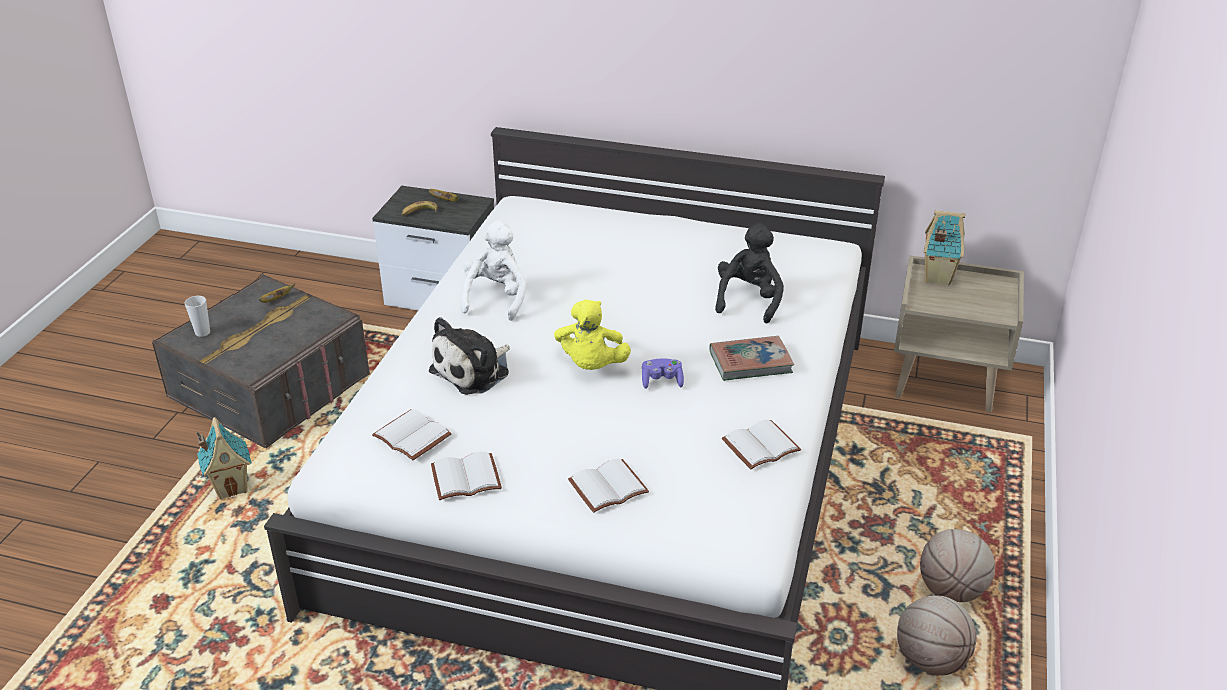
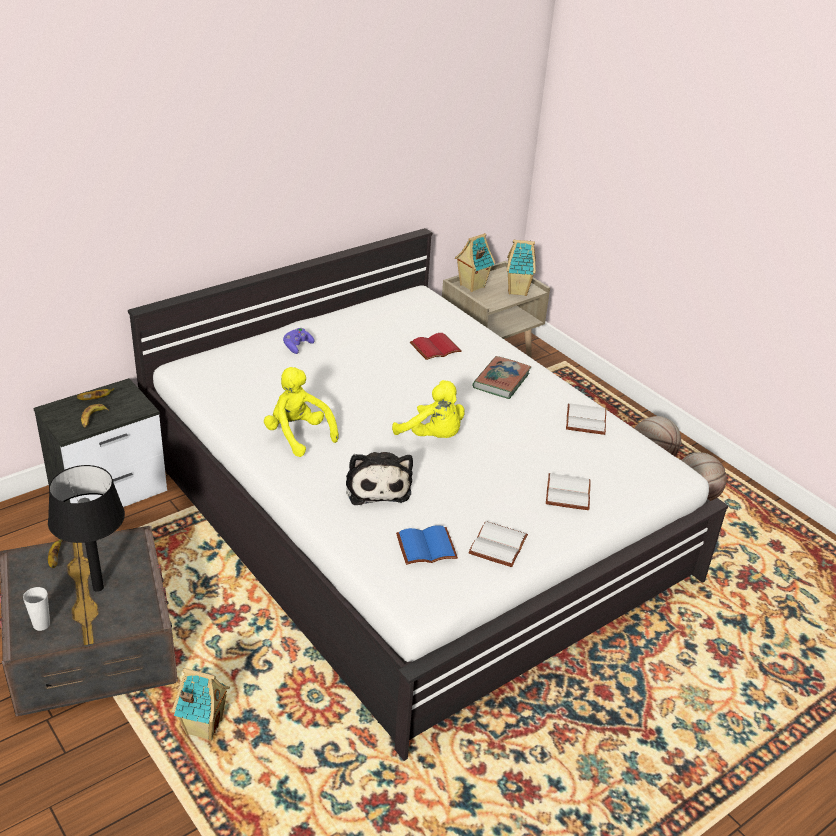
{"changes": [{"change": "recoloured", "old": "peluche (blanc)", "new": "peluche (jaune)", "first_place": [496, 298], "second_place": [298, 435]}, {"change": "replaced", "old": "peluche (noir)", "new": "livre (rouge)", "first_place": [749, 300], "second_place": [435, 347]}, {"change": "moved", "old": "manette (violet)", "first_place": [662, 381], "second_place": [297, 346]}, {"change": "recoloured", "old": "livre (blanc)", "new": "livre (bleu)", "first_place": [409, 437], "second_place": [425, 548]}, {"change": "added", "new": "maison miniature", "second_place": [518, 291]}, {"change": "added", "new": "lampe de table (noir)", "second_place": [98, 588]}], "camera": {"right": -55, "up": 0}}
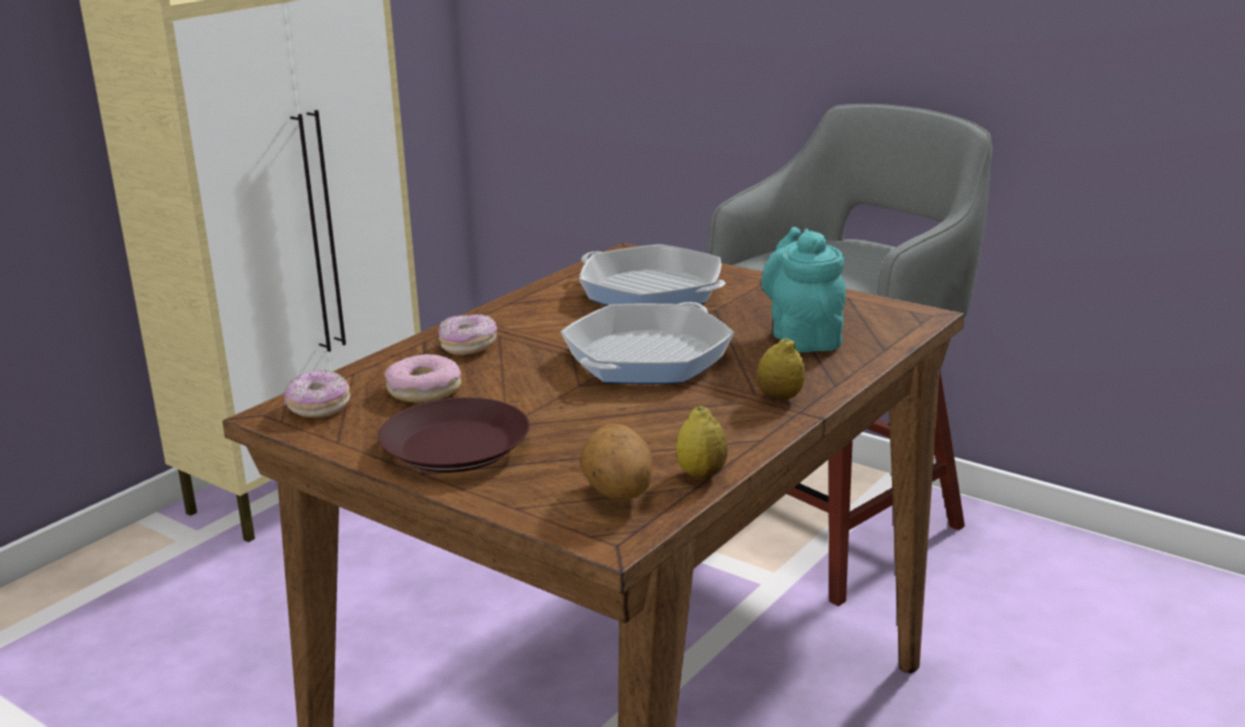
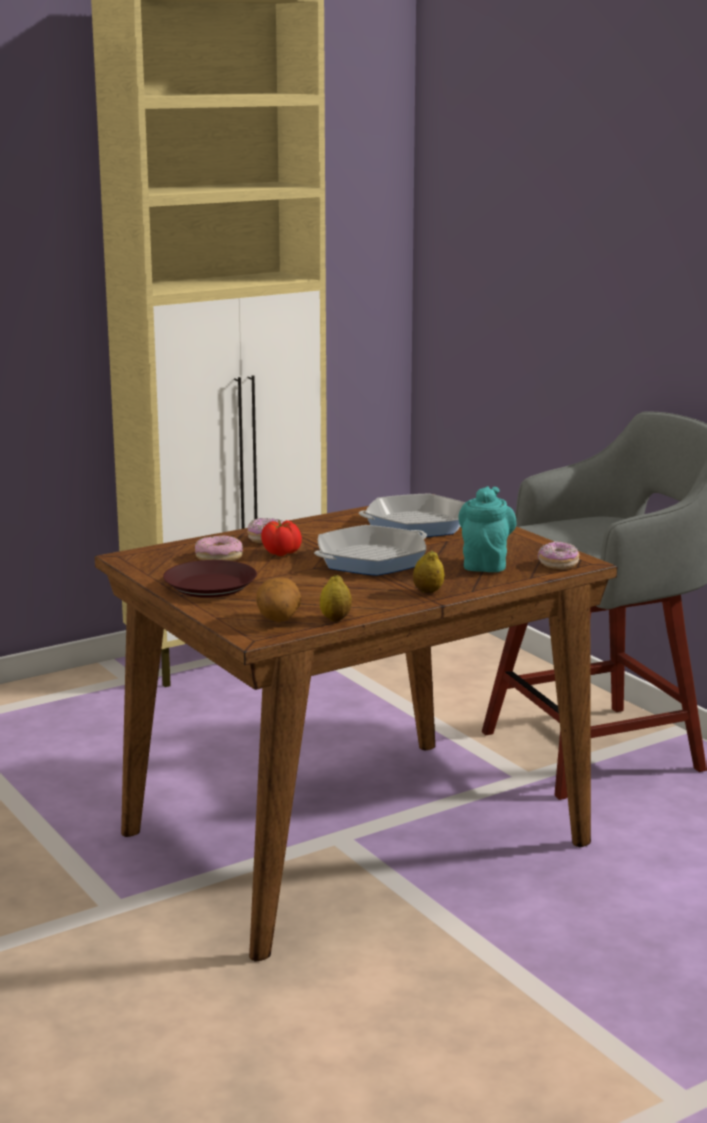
{"changes": [{"change": "turned", "old": "poêle", "first_place": [651, 290], "second_place": [417, 524], "degrees": -75}, {"change": "moved", "old": "beignet", "first_place": [318, 407], "second_place": [558, 564]}, {"change": "added", "new": "tomate", "second_place": [282, 553]}], "camera": {"right": 20, "up": -5}}
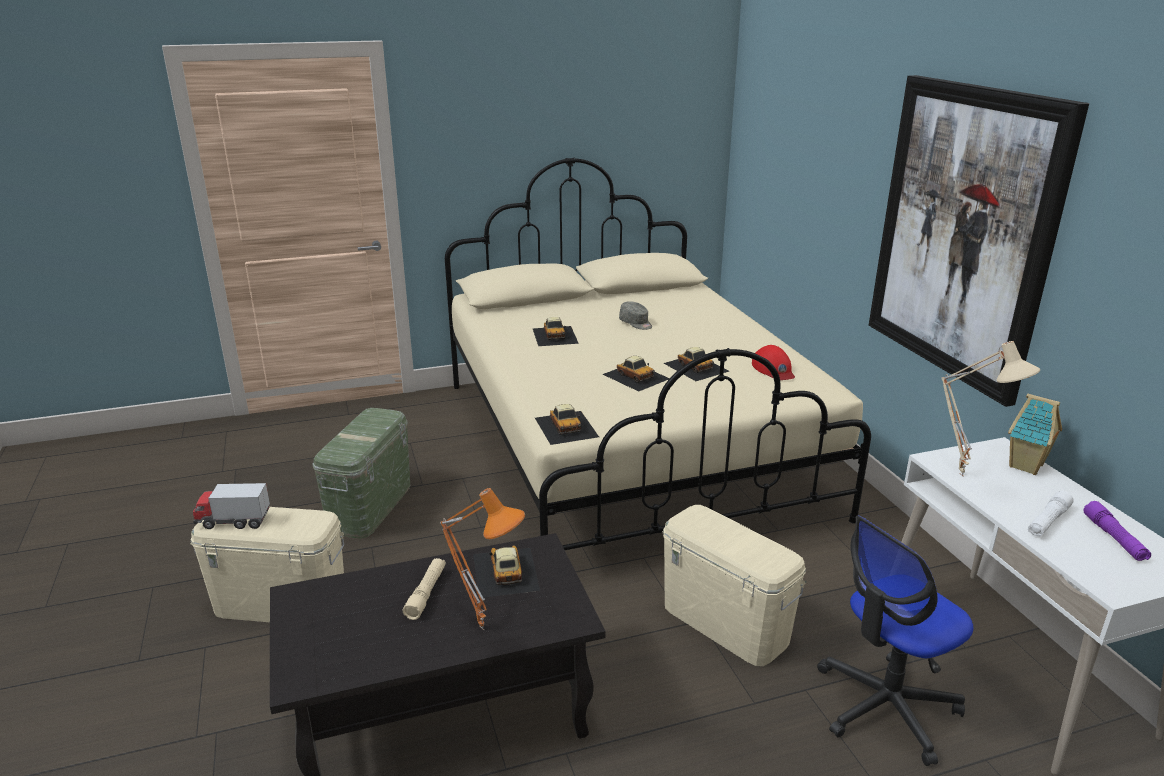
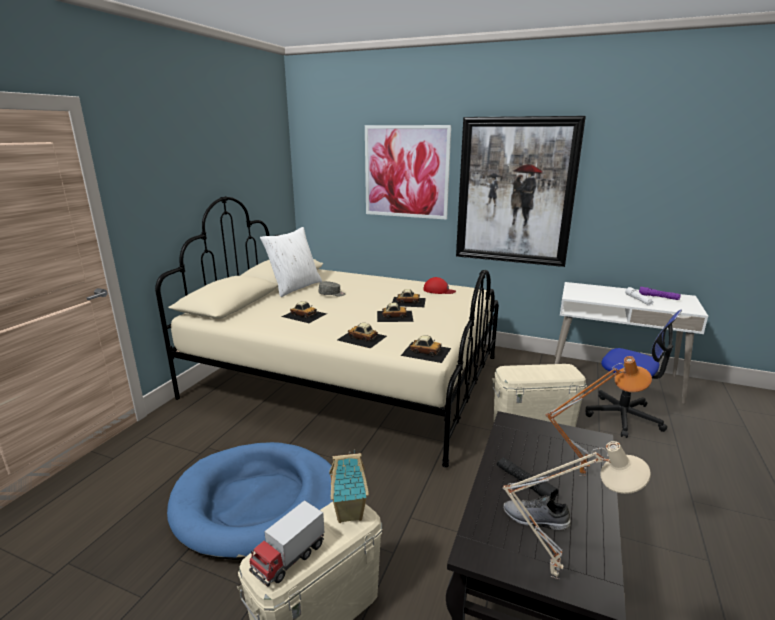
{"changes": [{"change": "moved", "old": "lampe de table (beige)", "first_place": [963, 474], "second_place": [555, 575]}, {"change": "moved", "old": "maison miniature", "first_place": [1027, 466], "second_place": [350, 513]}, {"change": "replaced", "old": "boîte de rangement (vert)", "new": "panier pour chien (bleu)", "first_place": [370, 507], "second_place": [258, 502]}, {"change": "turned", "old": "chaise de bureau", "first_place": [886, 706], "second_place": [623, 417], "degrees": -60}, {"change": "moved", "old": "petite voiture", "first_place": [505, 572], "second_place": [362, 338]}, {"change": "recoloured", "old": "lampe de poche (beige)", "new": "lampe de poche (noir)", "first_place": [426, 593], "second_place": [525, 483]}, {"change": "added", "new": "tableau", "second_place": [406, 172]}, {"change": "added", "new": "coussin (blanc)", "second_place": [295, 287]}, {"change": "added", "new": "chaussure (gris)", "second_place": [535, 520]}], "camera": {"right": -50, "up": -5}}
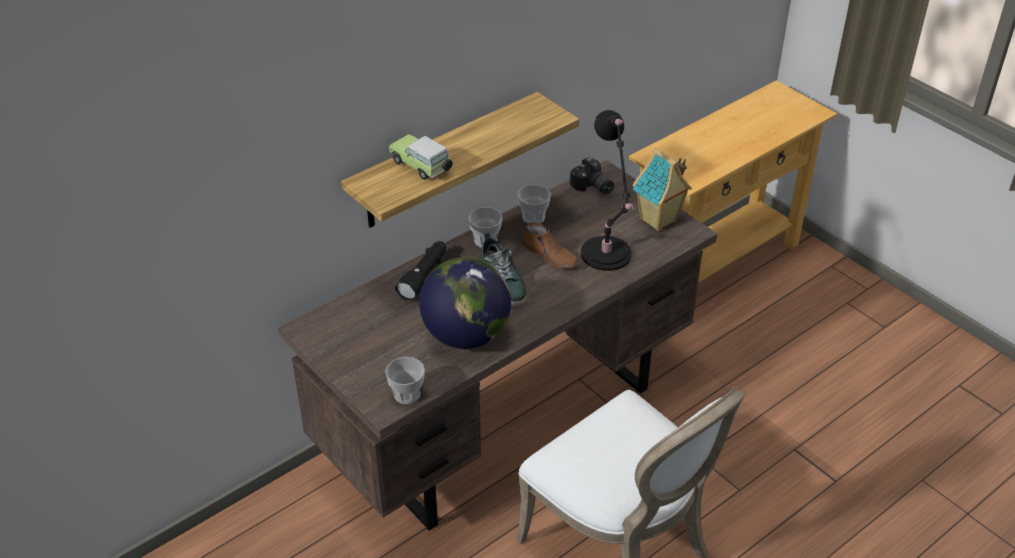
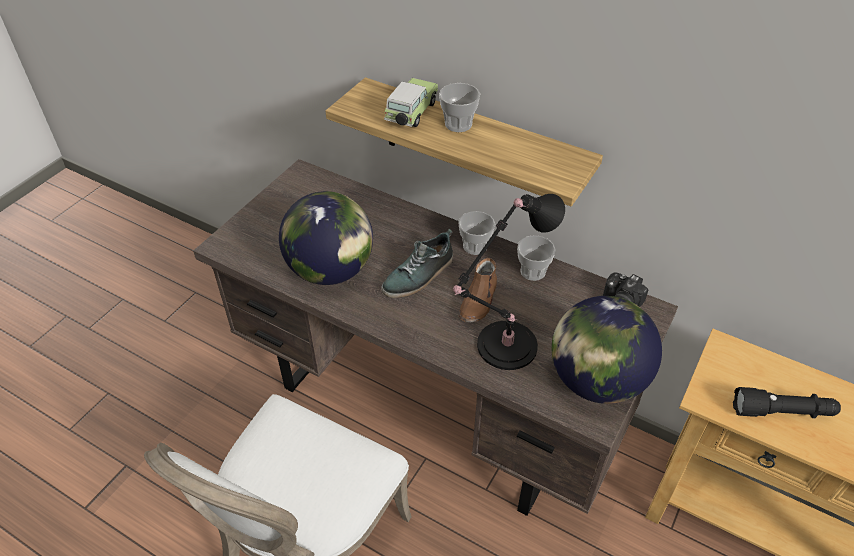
{"changes": [{"change": "replaced", "old": "maison miniature", "new": "globe", "first_place": [658, 221], "second_place": [596, 381]}, {"change": "moved", "old": "lampe de poche (noir)", "first_place": [424, 276], "second_place": [782, 412]}, {"change": "moved", "old": "tasse", "first_place": [407, 394], "second_place": [458, 124]}], "camera": {"right": 70, "up": 5}}
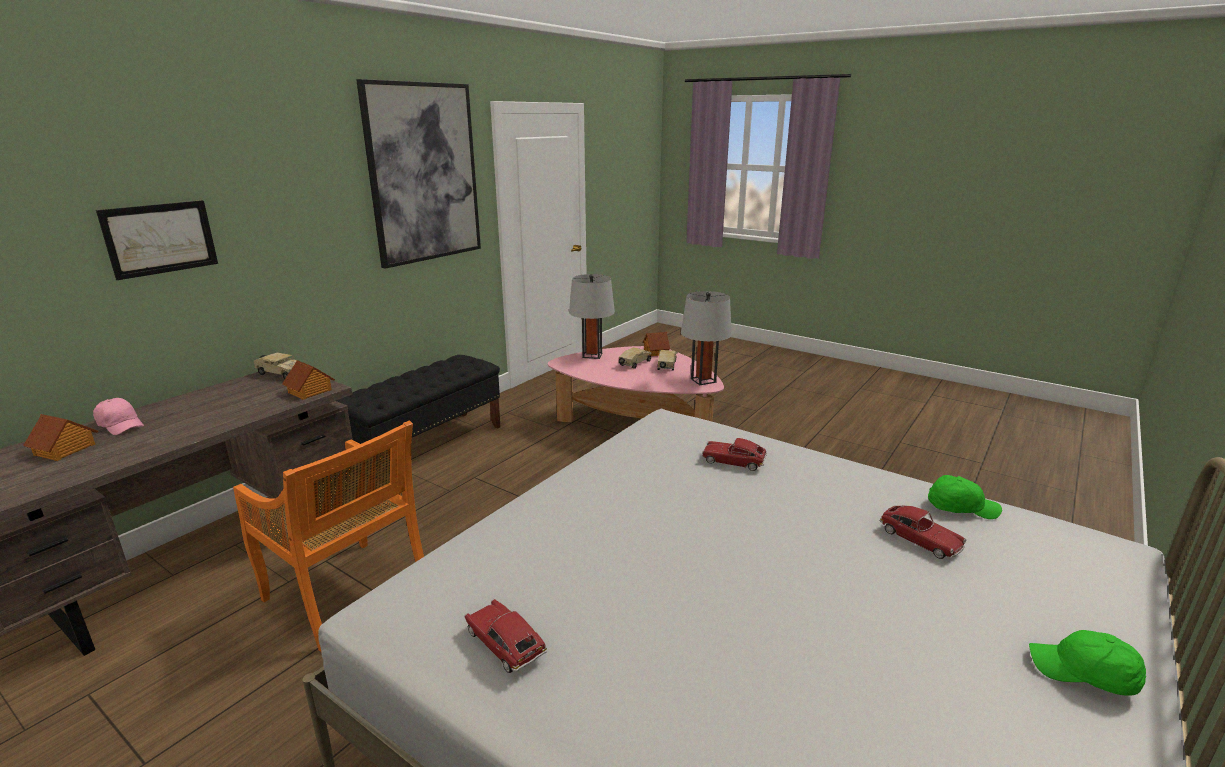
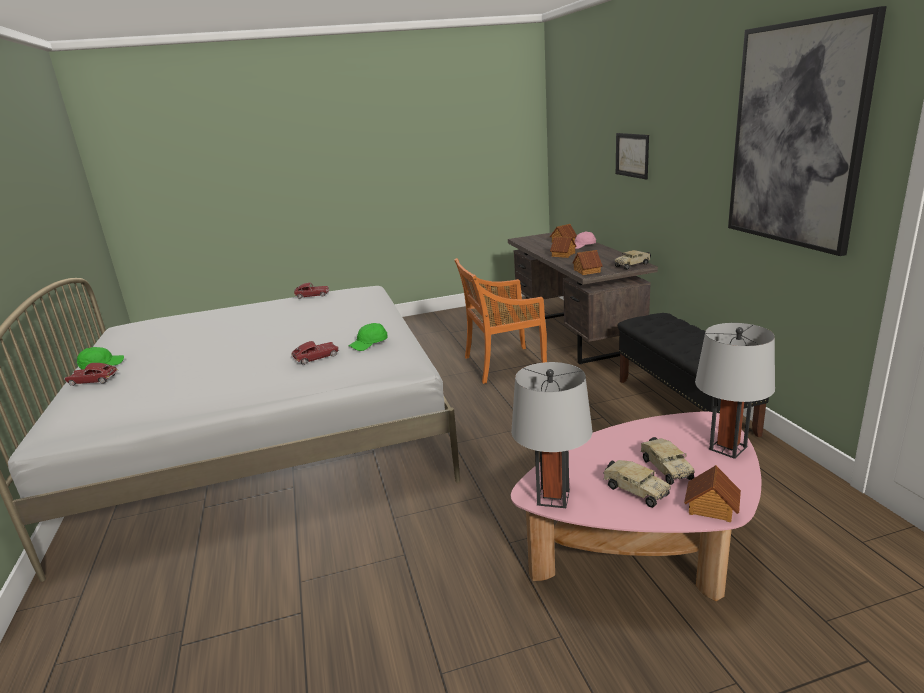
{"changes": [{"change": "moved", "old": "casquette (vert)", "first_place": [961, 507], "second_place": [369, 344]}, {"change": "moved", "old": "petite voiture", "first_place": [920, 539], "second_place": [93, 380]}, {"change": "added", "new": "maison miniature", "second_place": [563, 254]}], "camera": {"right": 130, "up": 0}}
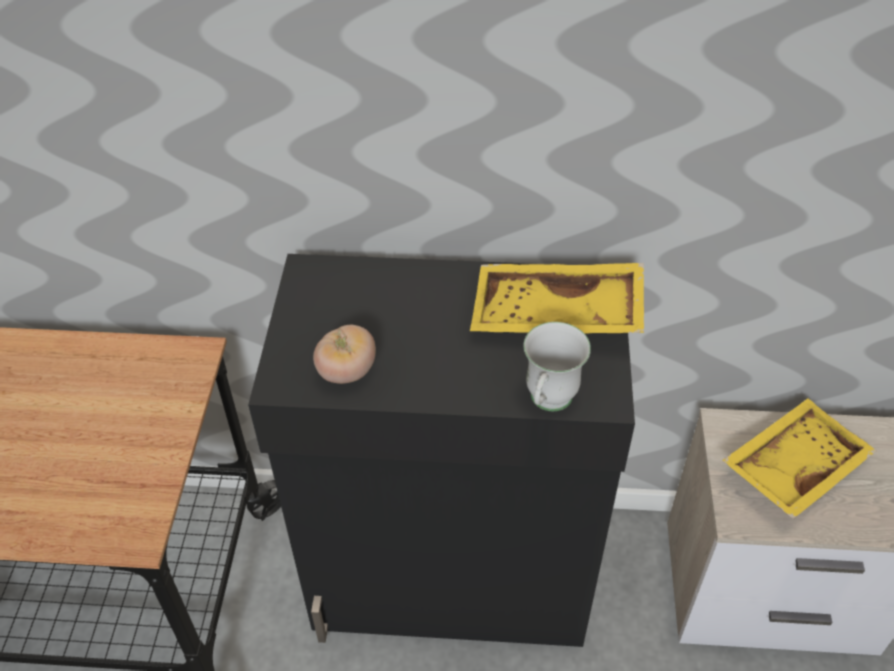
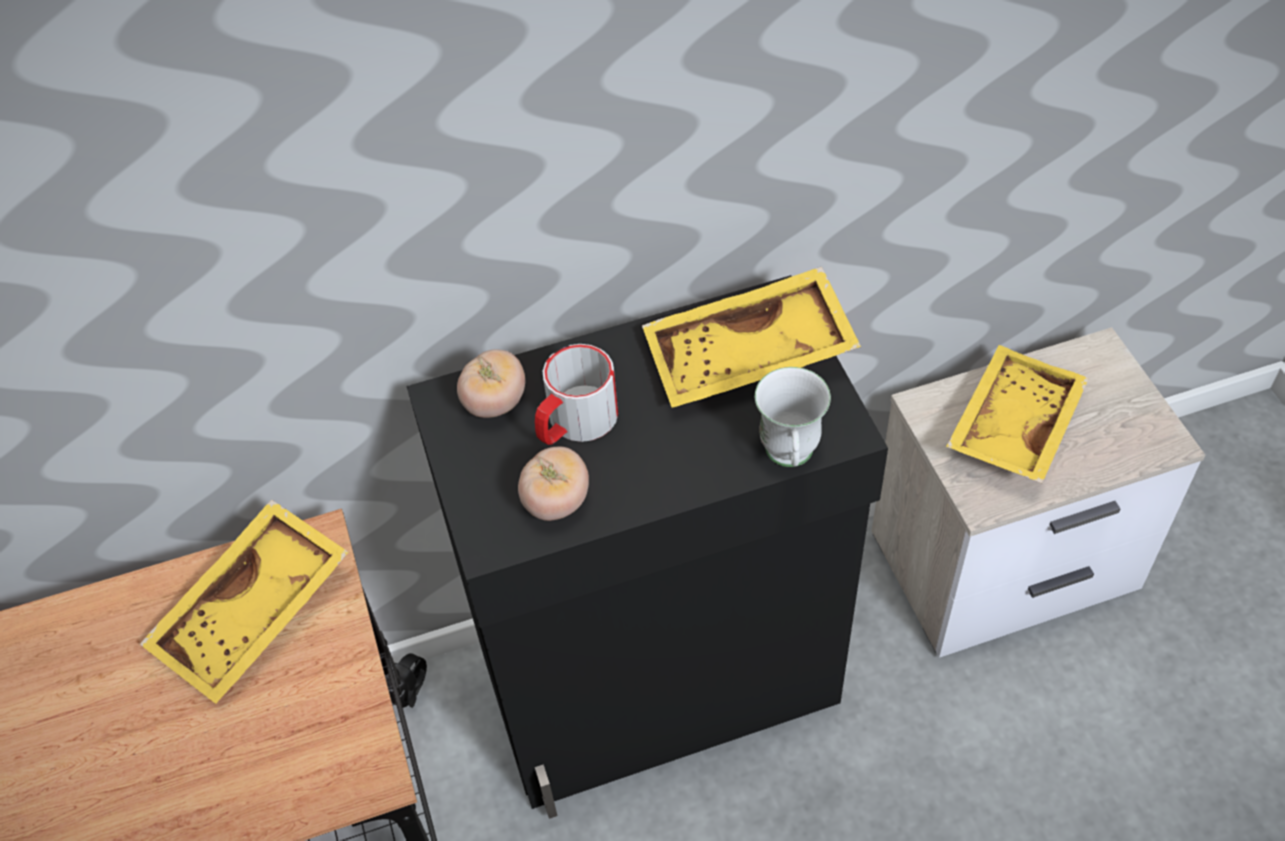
{"changes": [{"change": "added", "new": "mug", "second_place": [574, 423]}, {"change": "added", "new": "tomate", "second_place": [495, 403]}, {"change": "added", "new": "plateau (jaune)", "second_place": [255, 614]}], "camera": {"right": -20, "up": 5}}
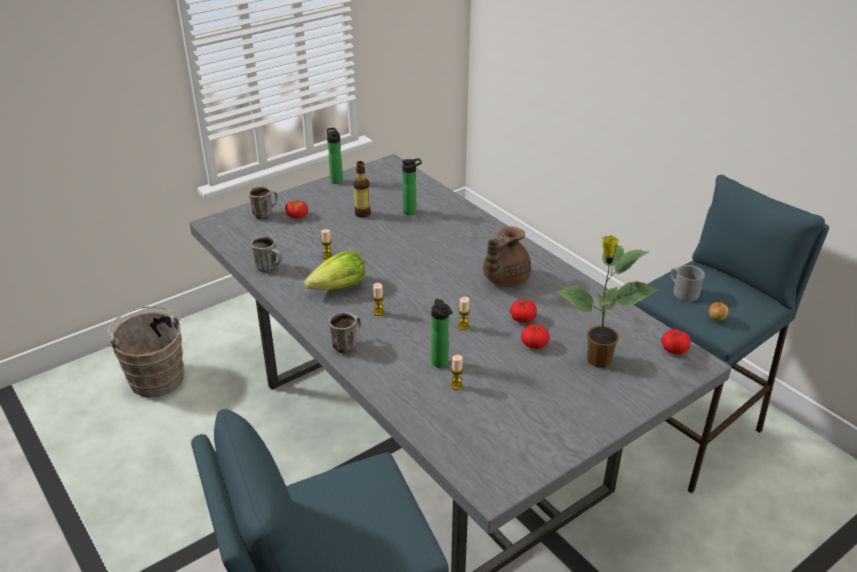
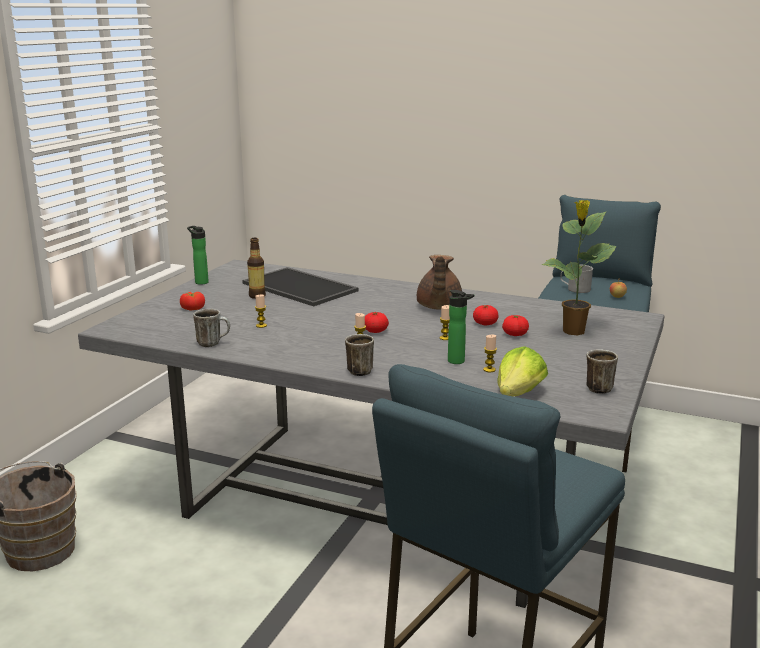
{"changes": [{"change": "replaced", "old": "bouteille", "new": "plateau", "first_place": [412, 211], "second_place": [301, 287]}, {"change": "moved", "old": "mug", "first_place": [265, 213], "second_place": [598, 387]}, {"change": "moved", "old": "laitue", "first_place": [339, 287], "second_place": [519, 394]}, {"change": "moved", "old": "tomate", "first_place": [674, 349], "second_place": [375, 331]}], "camera": {"right": -30, "up": -15}}
